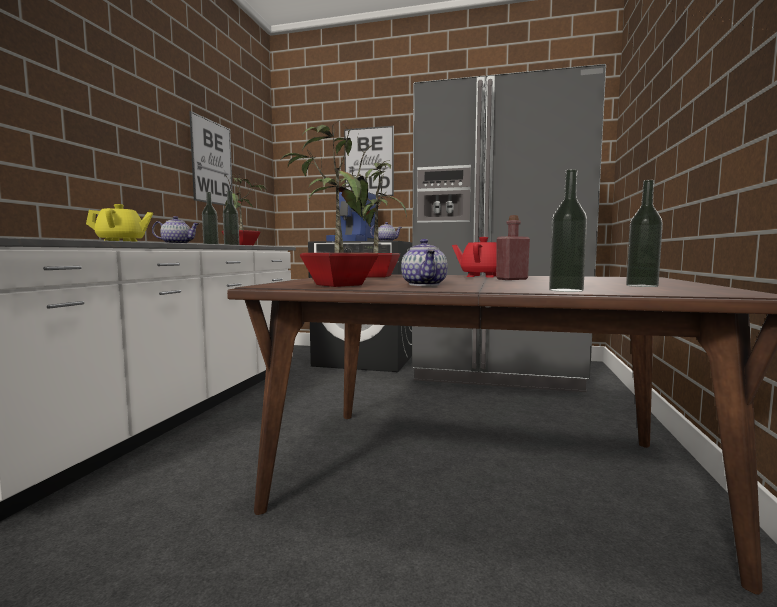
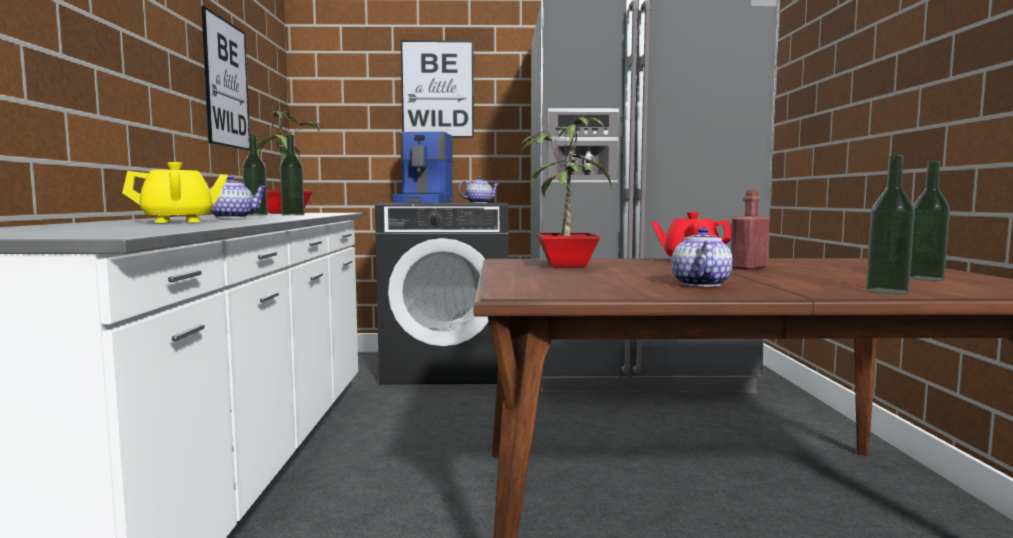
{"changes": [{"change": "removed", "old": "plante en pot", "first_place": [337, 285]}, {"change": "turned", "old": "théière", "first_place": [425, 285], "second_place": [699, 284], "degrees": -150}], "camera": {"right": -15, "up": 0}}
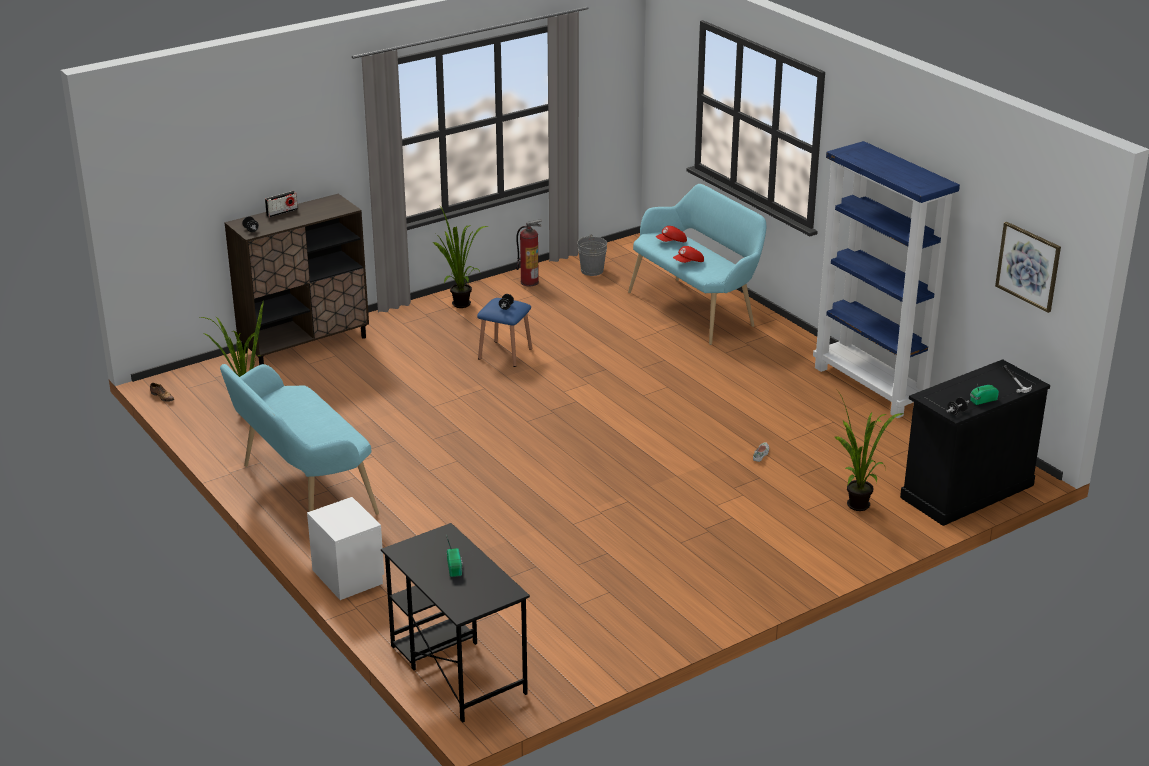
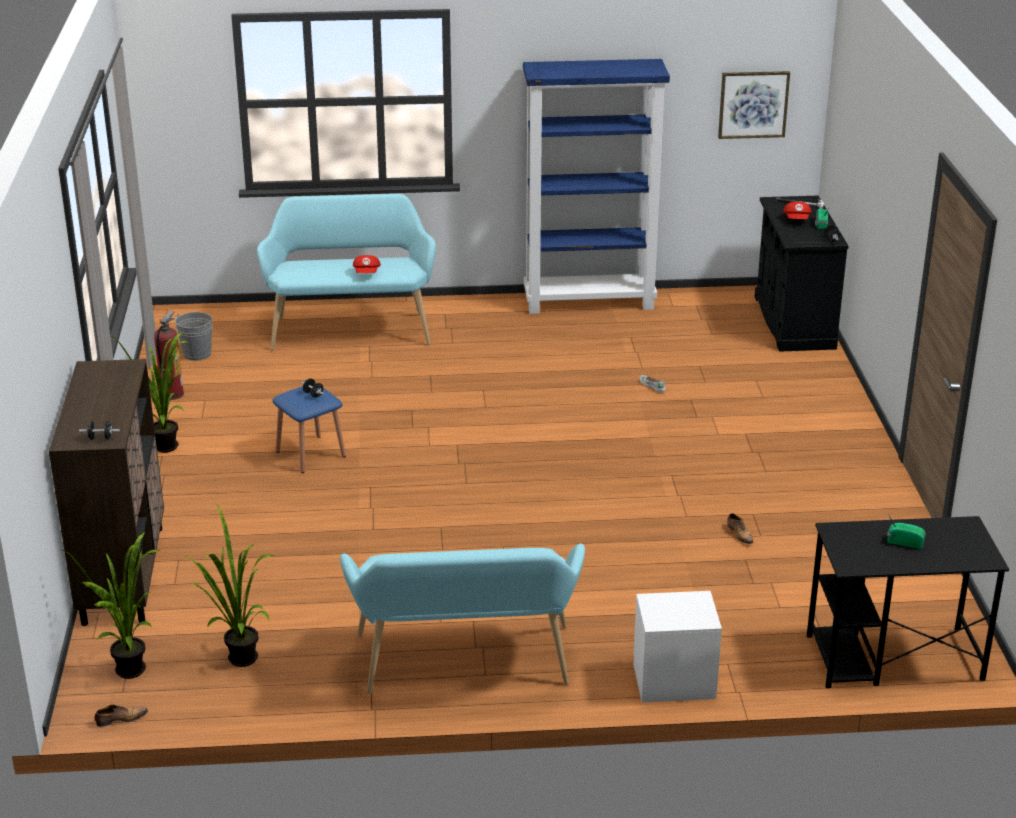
{"changes": [{"change": "removed", "old": "radio", "first_place": [282, 212]}, {"change": "moved", "old": "casquette (rouge)", "first_place": [671, 242], "second_place": [797, 220]}, {"change": "moved", "old": "plante en pot", "first_place": [857, 508], "second_place": [134, 674]}, {"change": "added", "new": "chaussure", "second_place": [740, 534]}], "camera": {"right": -60, "up": 0}}
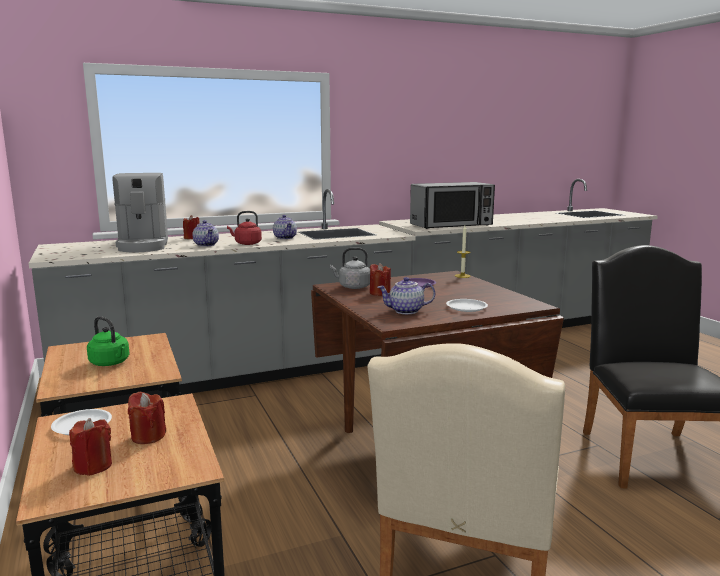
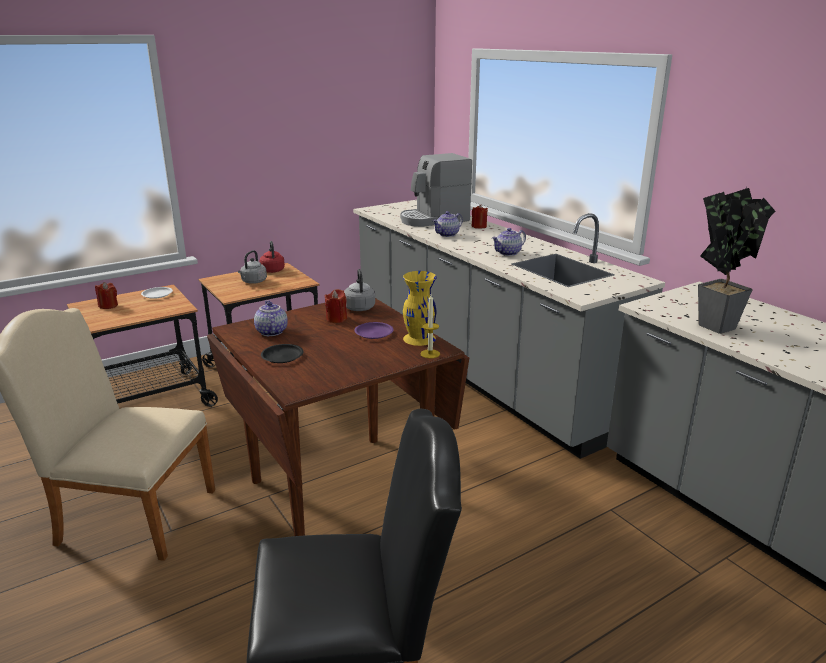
{"changes": [{"change": "replaced", "old": "micro-ondes", "new": "plante en pot", "first_place": [451, 225], "second_place": [714, 324]}, {"change": "moved", "old": "bouilloire (rouge)", "first_place": [246, 243], "second_place": [272, 270]}, {"change": "recoloured", "old": "assiette (blanc)", "new": "assiette (noir)", "first_place": [466, 308], "second_place": [282, 356]}, {"change": "recoloured", "old": "bouilloire (vert)", "new": "bouilloire (gris)", "first_place": [111, 363], "second_place": [253, 282]}, {"change": "removed", "old": "bougie (rouge)", "first_place": [148, 436]}, {"change": "added", "new": "vase (jaune)", "second_place": [419, 338]}], "camera": {"right": 80, "up": 10}}
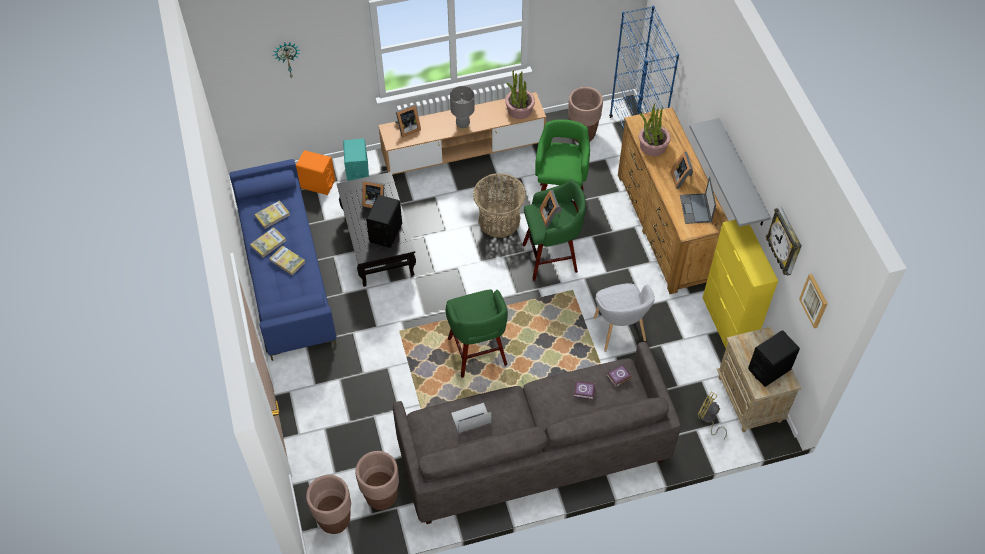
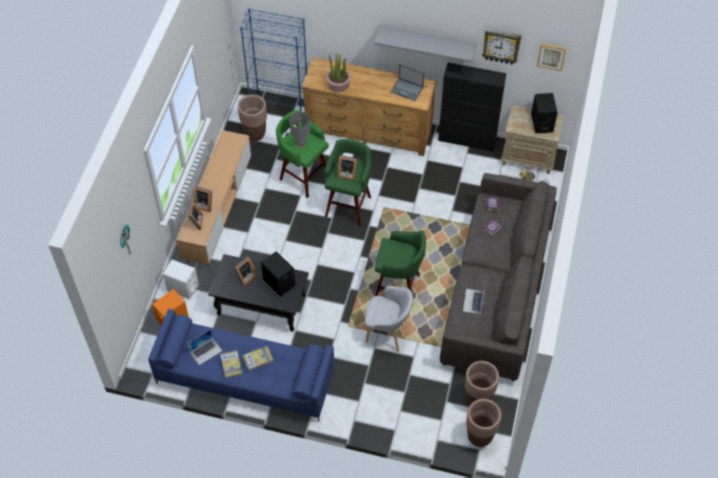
{"changes": [{"change": "removed", "old": "plante en pot", "first_place": [519, 110]}, {"change": "moved", "old": "lampe de table (gris)", "first_place": [463, 125], "second_place": [301, 144]}, {"change": "recoloured", "old": "enceinte (turquoise)", "new": "enceinte (blanc)", "first_place": [357, 173], "second_place": [182, 288]}, {"change": "moved", "old": "cadre photo", "first_place": [682, 178], "second_place": [204, 204]}, {"change": "removed", "old": "panier", "first_place": [499, 220]}, {"change": "replaced", "old": "livre", "new": "ordinateur portable", "first_place": [272, 215], "second_place": [205, 351]}, {"change": "recoloured", "old": "meuble de rangement (jaune)", "new": "meuble de rangement (noir)", "first_place": [727, 325], "second_place": [467, 139]}, {"change": "moved", "old": "fauteuil (gris)", "first_place": [619, 331], "second_place": [388, 333]}], "camera": {"right": -60, "up": 0}}
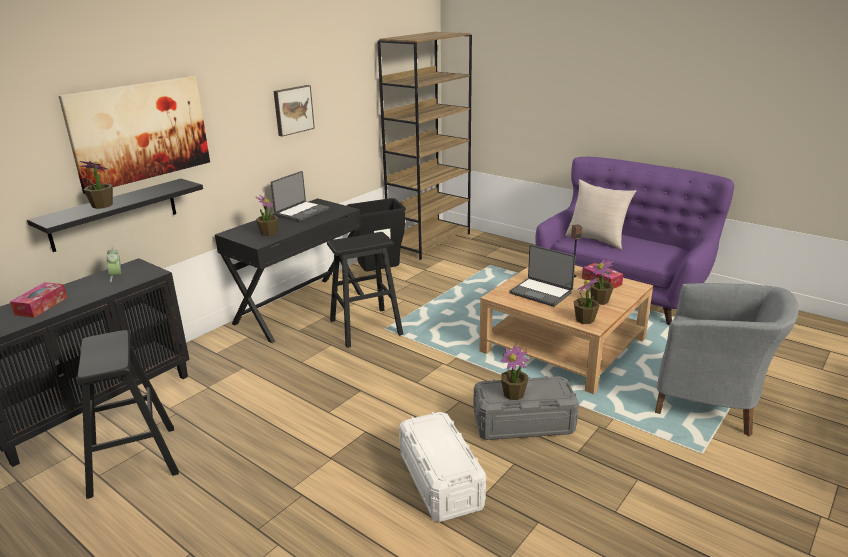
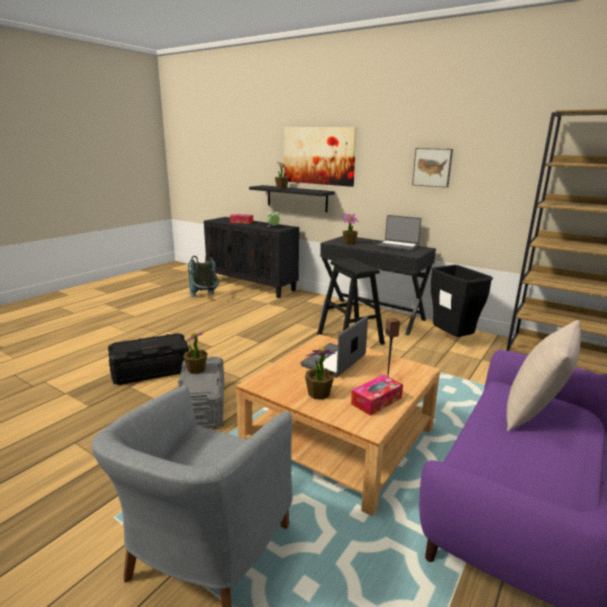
{"changes": [{"change": "removed", "old": "plante en pot", "first_place": [584, 319]}, {"change": "replaced", "old": "tabouret (noir)", "new": "sac à dos (gris)", "first_place": [133, 460], "second_place": [206, 298]}, {"change": "recoloured", "old": "boîte de rangement (blanc)", "new": "boîte de rangement (noir)", "first_place": [440, 481], "second_place": [151, 371]}], "camera": {"right": 85, "up": -5}}
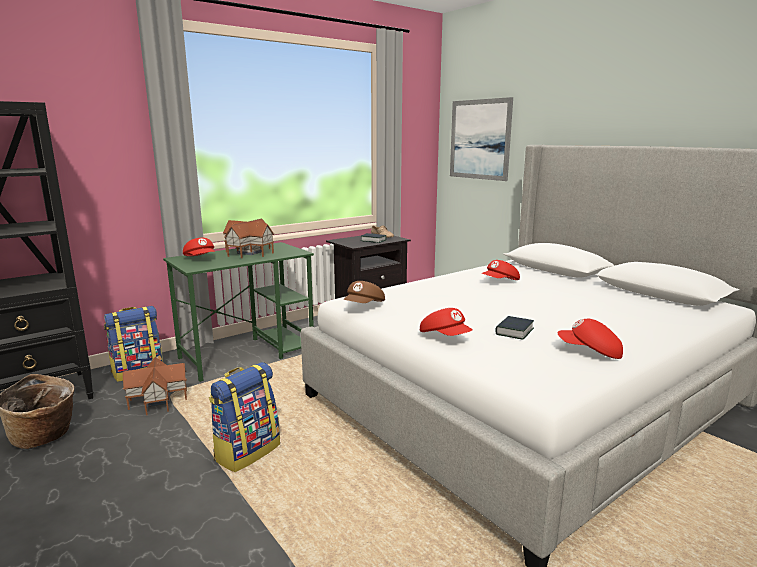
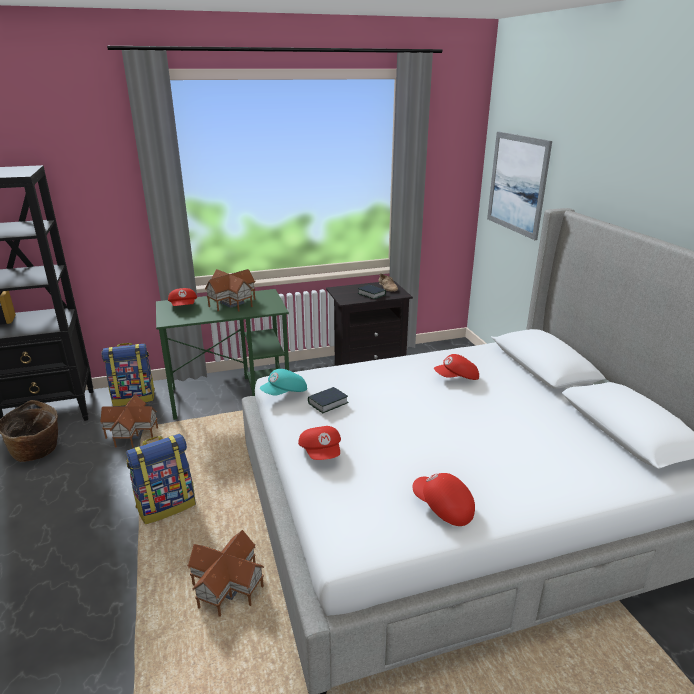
{"changes": [{"change": "recoloured", "old": "casquette (marron)", "new": "casquette (turquoise)", "first_place": [364, 306], "second_place": [285, 393]}, {"change": "moved", "old": "livre", "first_place": [514, 331], "second_place": [328, 403]}, {"change": "added", "new": "maison miniature", "second_place": [226, 587]}], "camera": {"right": 20, "up": 10}}
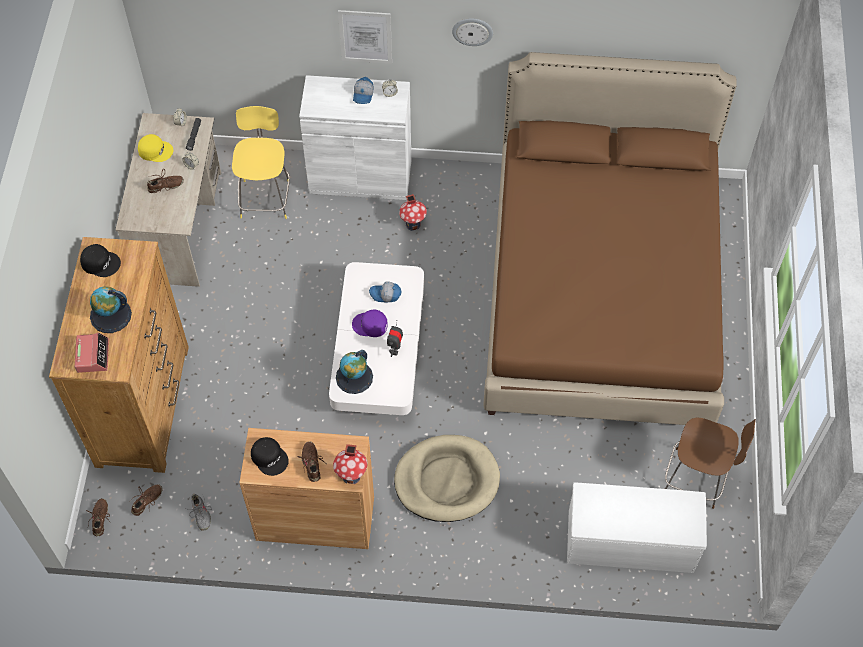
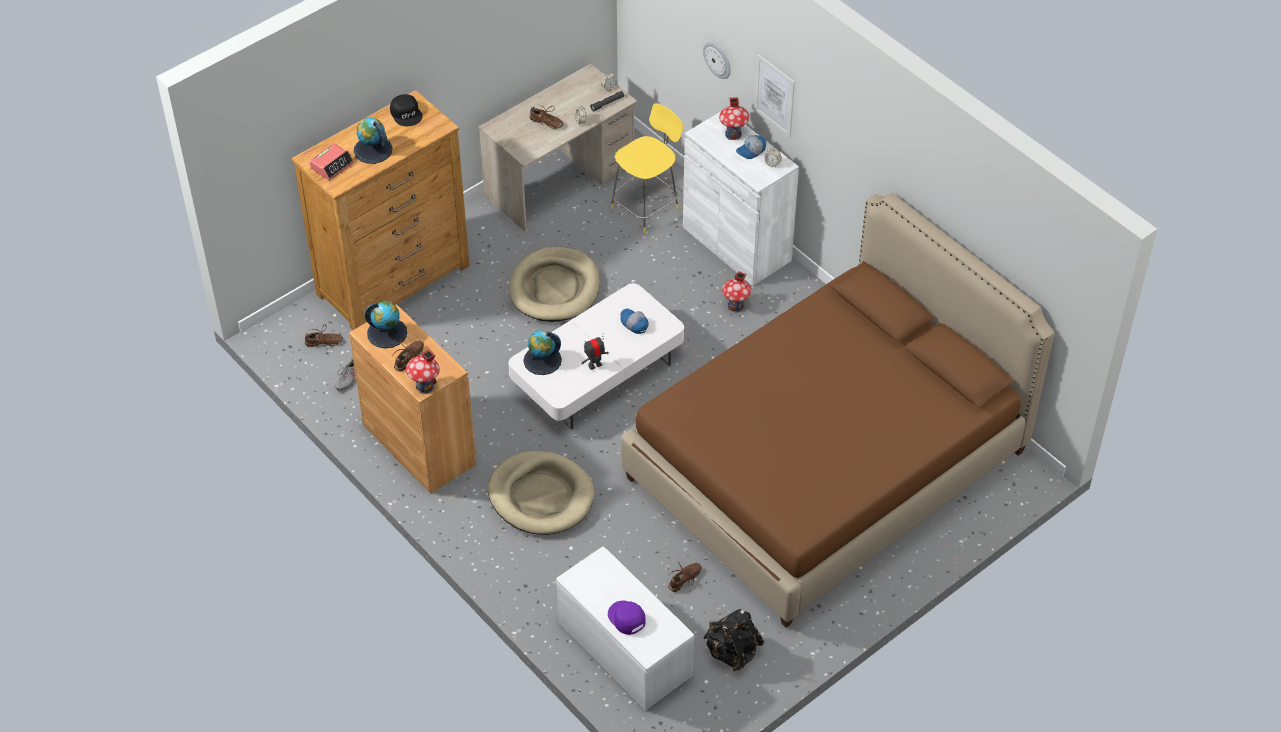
{"changes": [{"change": "moved", "old": "horloge murale", "first_place": [472, 31], "second_place": [717, 59]}, {"change": "removed", "old": "casquette (jaune)", "first_place": [155, 150]}, {"change": "moved", "old": "casquette (violet)", "first_place": [370, 325], "second_place": [626, 618]}, {"change": "replaced", "old": "tabouret (marron)", "new": "sac à dos (noir)", "first_place": [697, 479], "second_place": [732, 652]}, {"change": "replaced", "old": "casquette (noir)", "new": "globe", "first_place": [270, 457], "second_place": [387, 333]}, {"change": "moved", "old": "chaussure (marron)", "first_place": [100, 519], "second_place": [684, 579]}, {"change": "added", "new": "maison miniature", "second_place": [733, 134]}, {"change": "added", "new": "panier pour chien (beige)", "second_place": [554, 288]}], "camera": {"right": 45, "up": -10}}
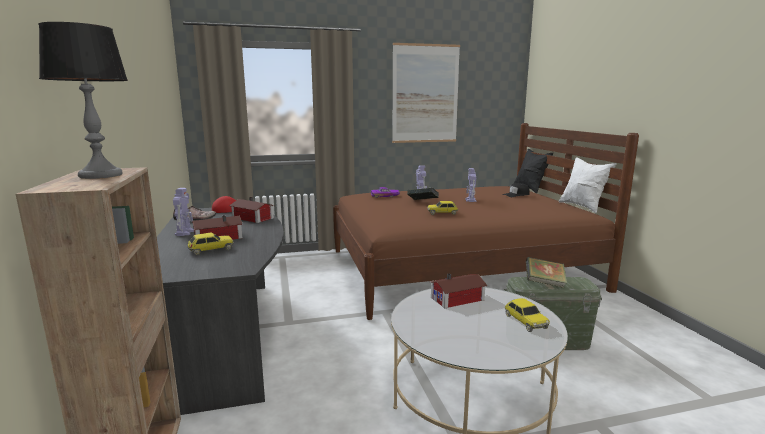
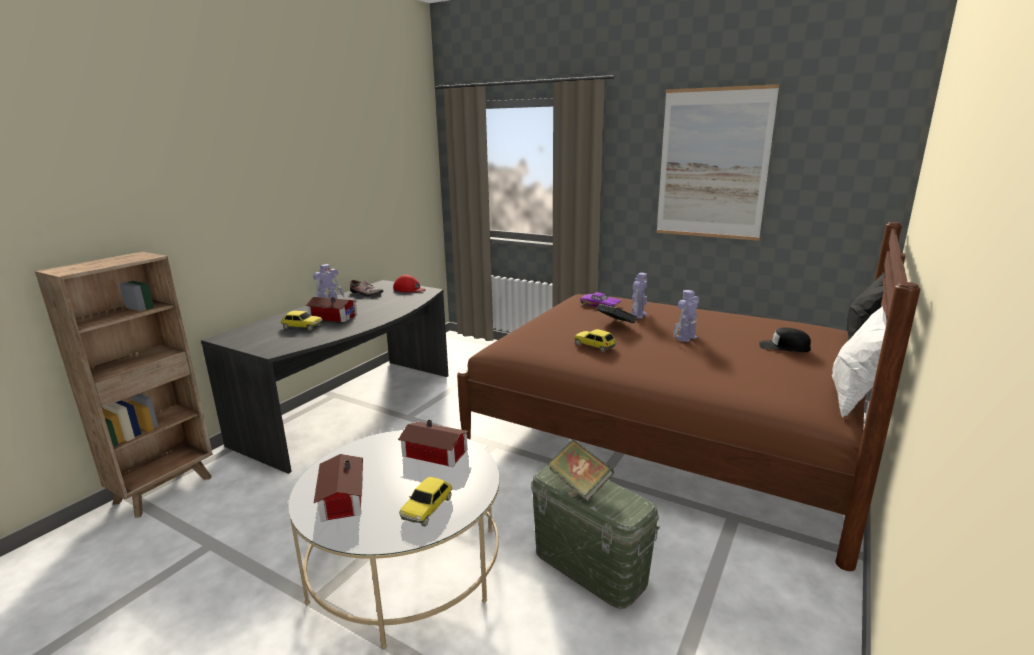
{"changes": [{"change": "removed", "old": "lampe de table", "first_place": [101, 175]}, {"change": "moved", "old": "maison miniature", "first_place": [252, 218], "second_place": [340, 499]}], "camera": {"right": 45, "up": 5}}
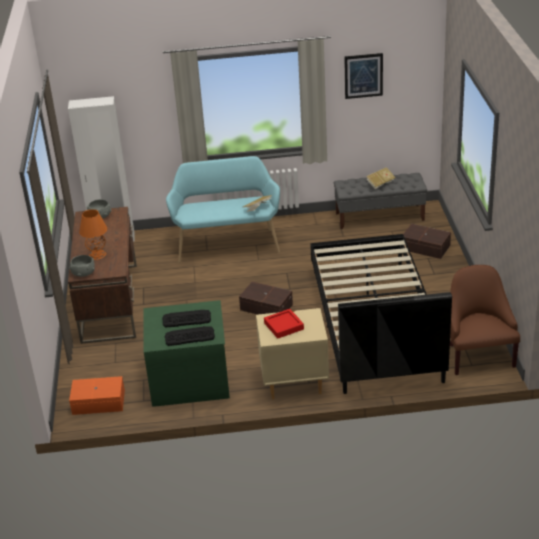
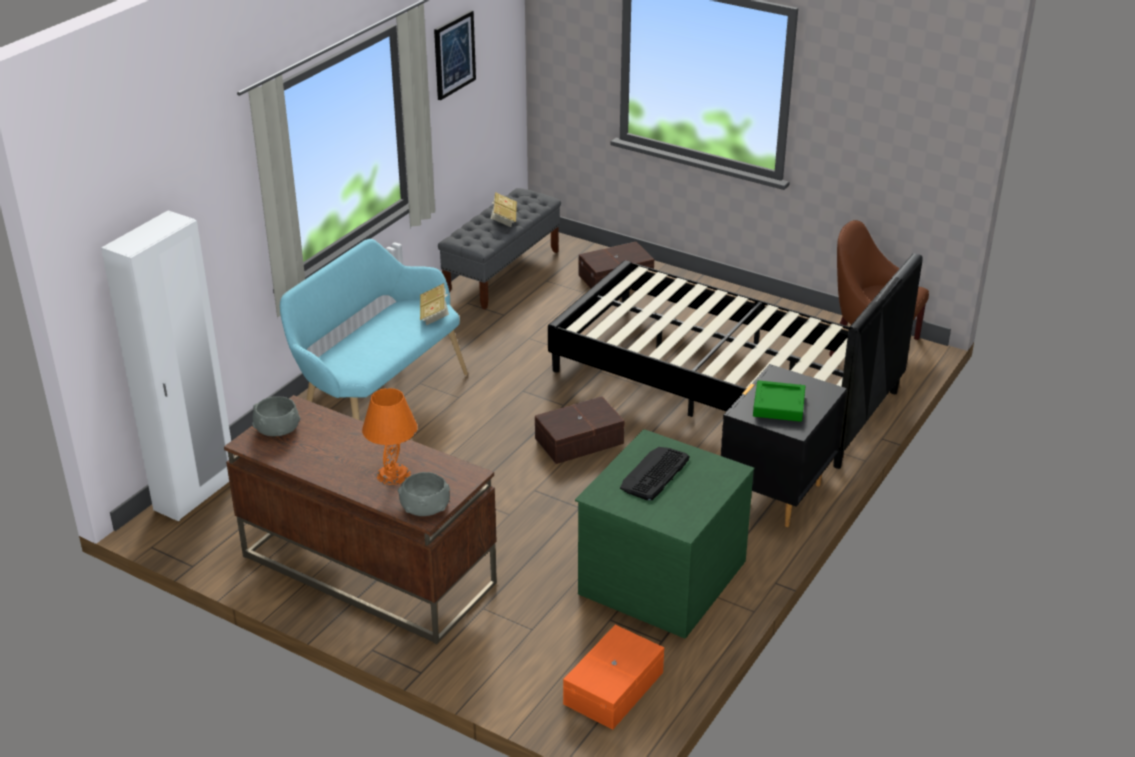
{"changes": [{"change": "recoloured", "old": "table de chevet (beige)", "new": "table de chevet (noir)", "first_place": [294, 384], "second_place": [776, 496]}, {"change": "recoloured", "old": "plateau (rouge)", "new": "plateau (vert)", "first_place": [284, 326], "second_place": [778, 405]}, {"change": "removed", "old": "clavier", "first_place": [189, 336]}], "camera": {"right": -55, "up": 0}}
